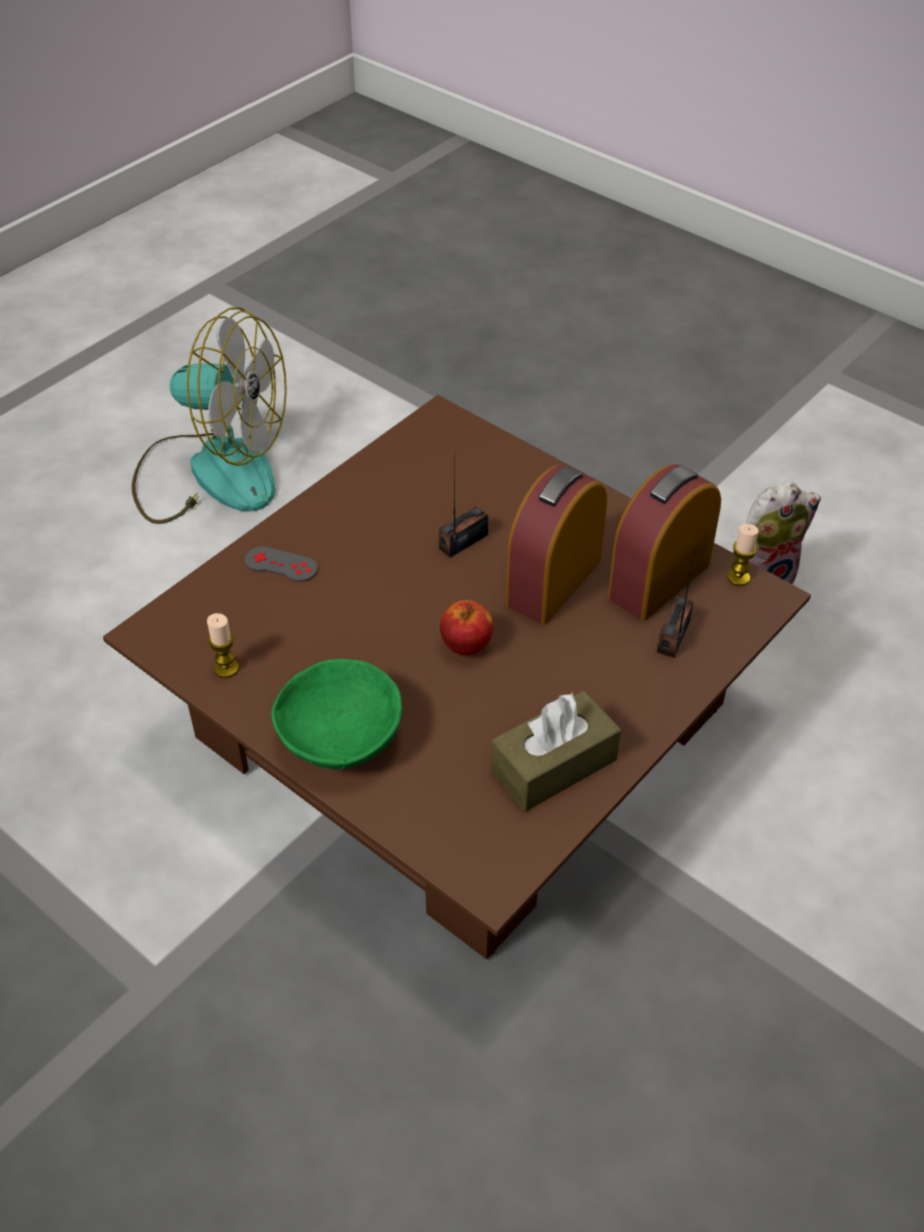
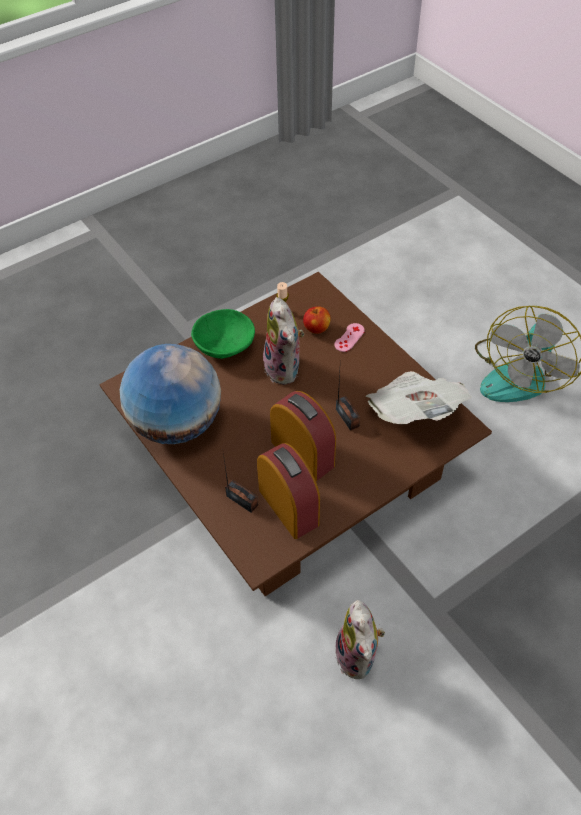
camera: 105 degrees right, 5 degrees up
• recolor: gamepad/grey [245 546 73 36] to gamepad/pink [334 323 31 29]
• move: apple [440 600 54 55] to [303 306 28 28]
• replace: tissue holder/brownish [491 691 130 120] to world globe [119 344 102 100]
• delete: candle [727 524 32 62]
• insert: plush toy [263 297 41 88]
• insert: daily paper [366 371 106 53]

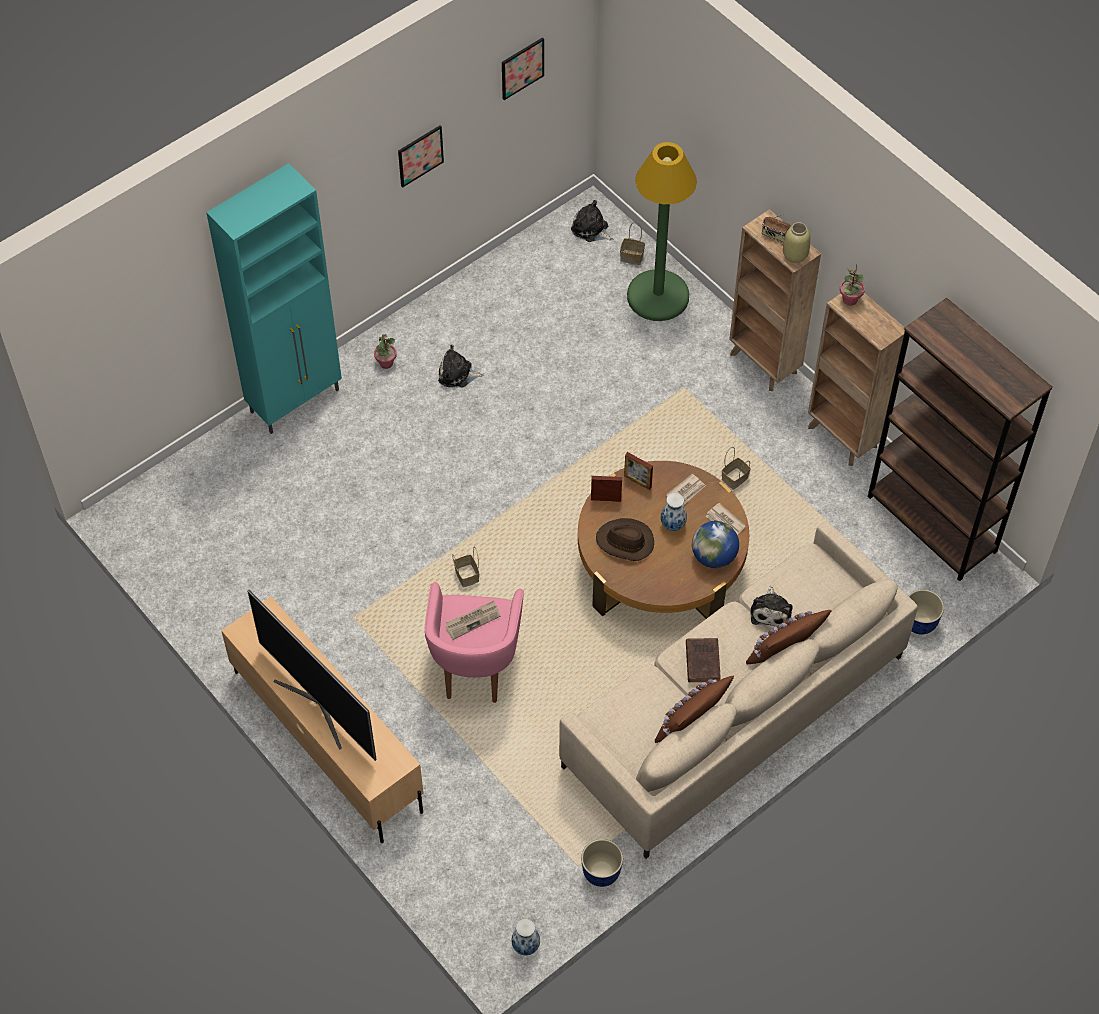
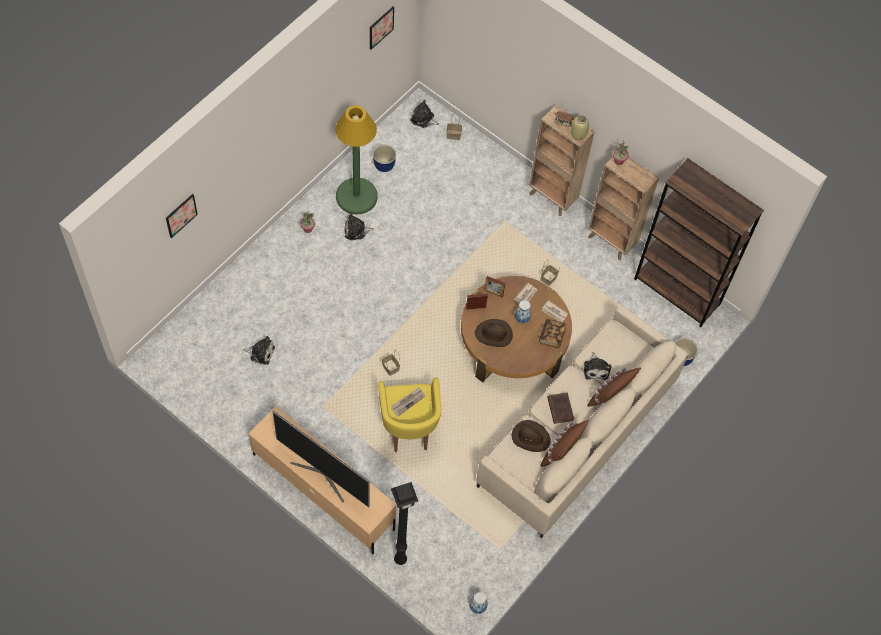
camera: 15 degrees left, 5 degrees up
• delete: storage cabinet/turquoise-coloured [206 163 136 271]
• move: wall art [398 125 46 62] to [166 194 32 44]
• recolor: easy chair/pink [425 582 99 121] to easy chair/yellowish [378 377 63 75]
• move: plant pot [581 839 42 48] to [373 145 23 27]
• move: standing lamp/green [627 142 70 179] to [335 105 43 110]
• replace: world globe [692 521 47 47] to volume [539 319 27 29]
• insert: plush toy [243 336 32 29]
• insert: standing lamp/black [391 482 27 83]
• insert: clothing hat/brownish [512 420 39 32]

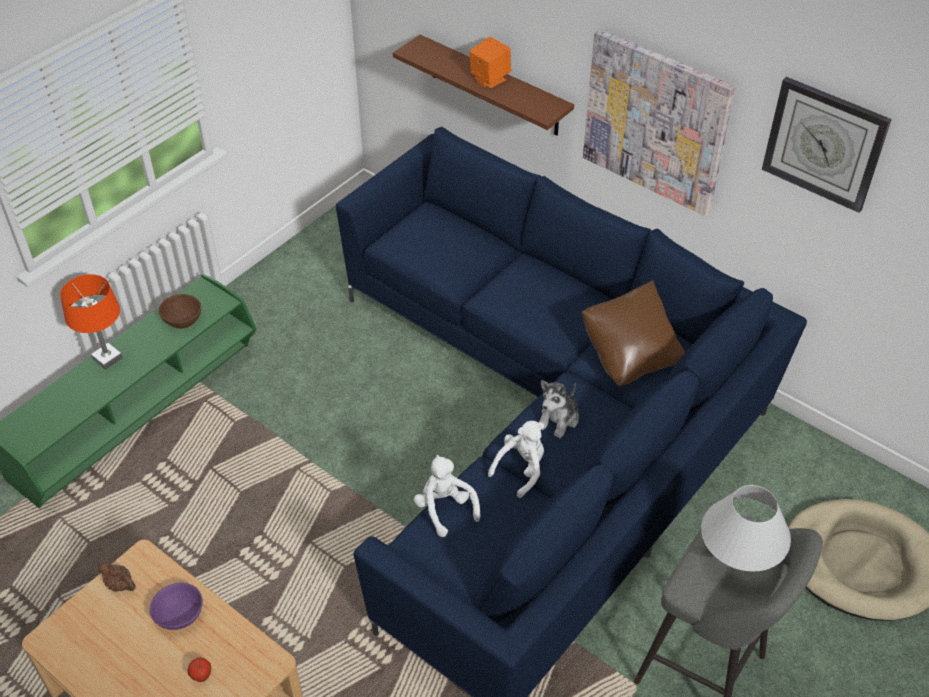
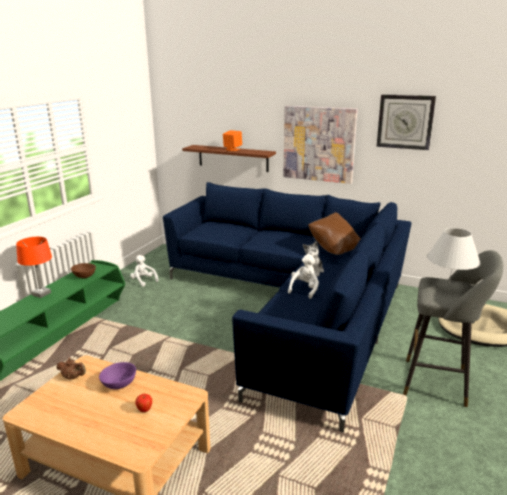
camera: 15 degrees left, 25 degrees down
• move: plush toy/whitish [414 455 67 82] to [130 255 28 32]

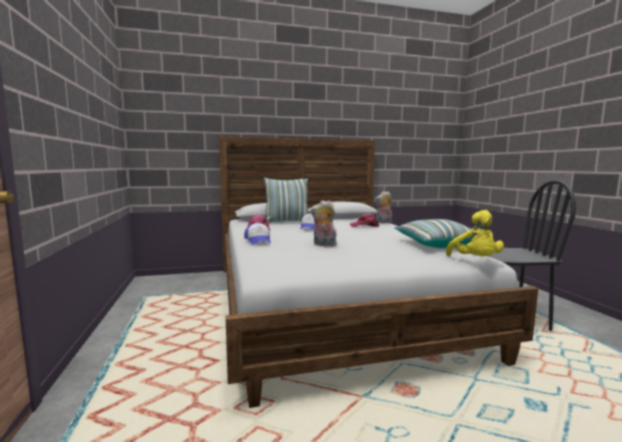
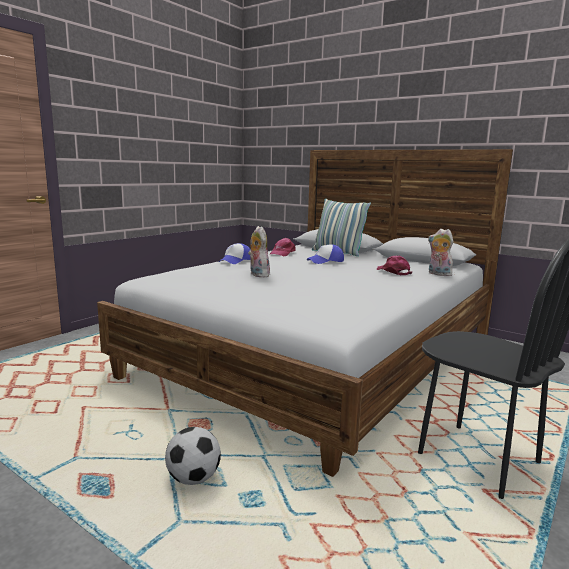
camera: 50 degrees right, 5 degrees up
• delete: pillow [394 219 78 29]
• delete: plush toy/yellowish [446 210 58 46]
• insert: ball for football [165 427 56 58]

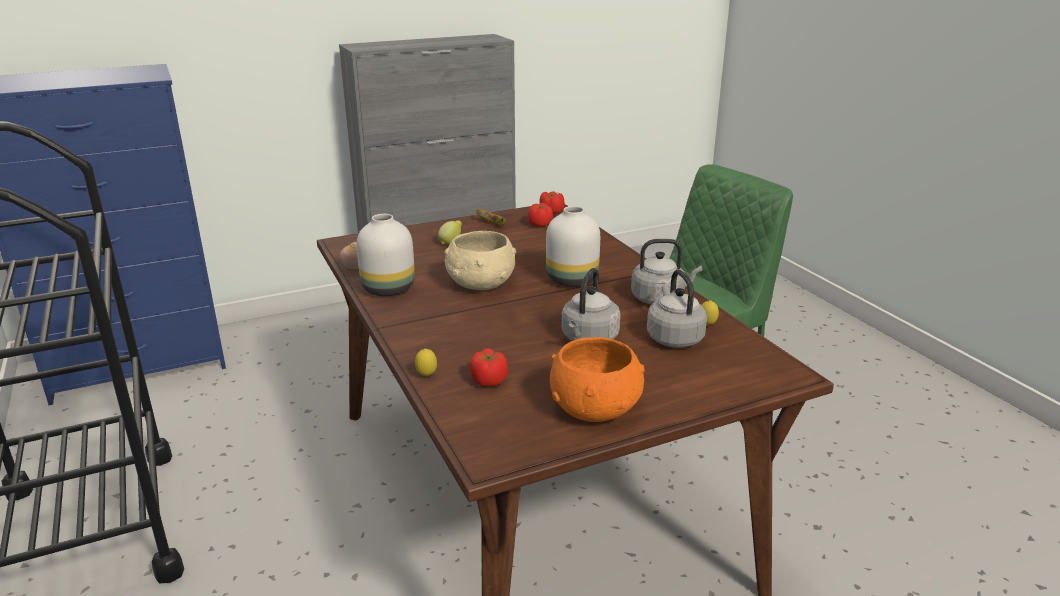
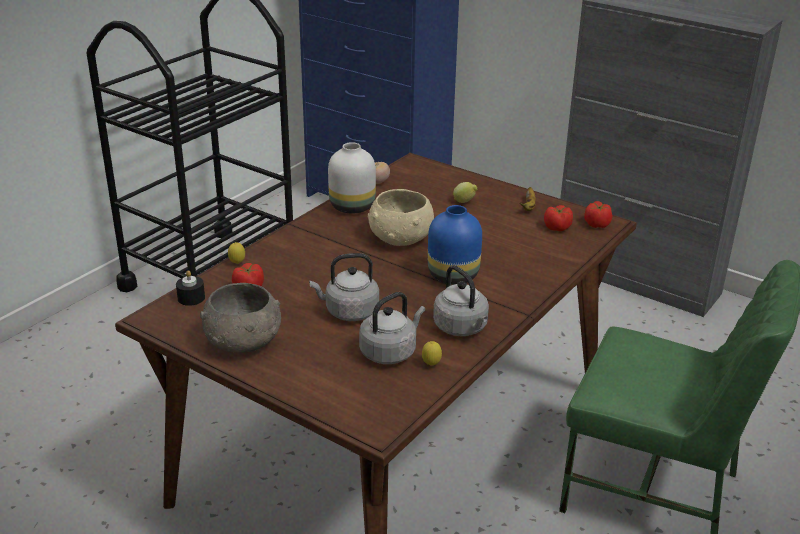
camera: 60 degrees right, 5 degrees up
• recolor: vase/whitish [546 206 54 81] to vase/blue-coloured [428 205 54 80]
• recolor: serving bowl/orange-coloured [550 337 94 85] to serving bowl/grey [200 283 81 70]
• insert: candle/black [176 270 29 36]

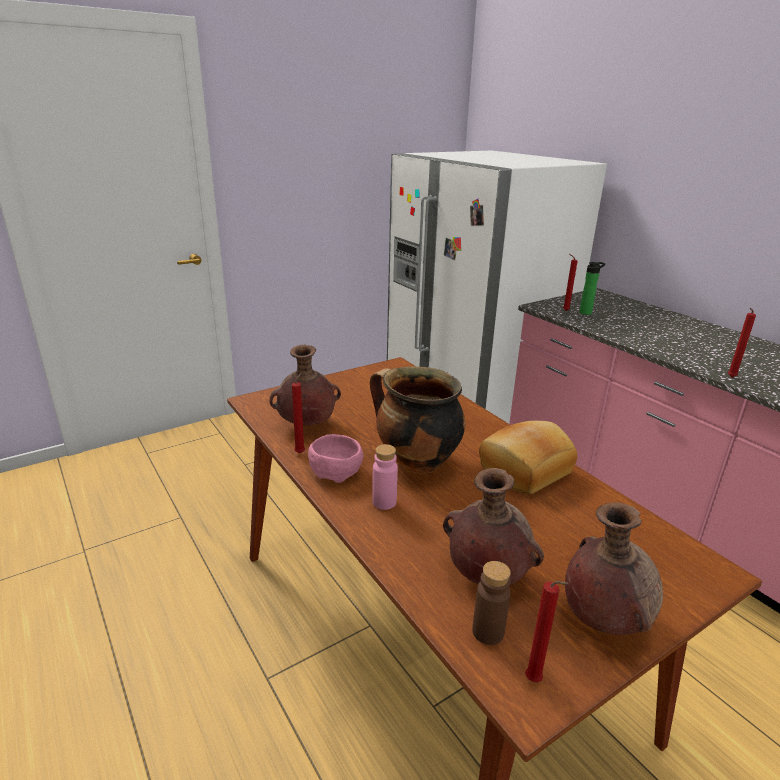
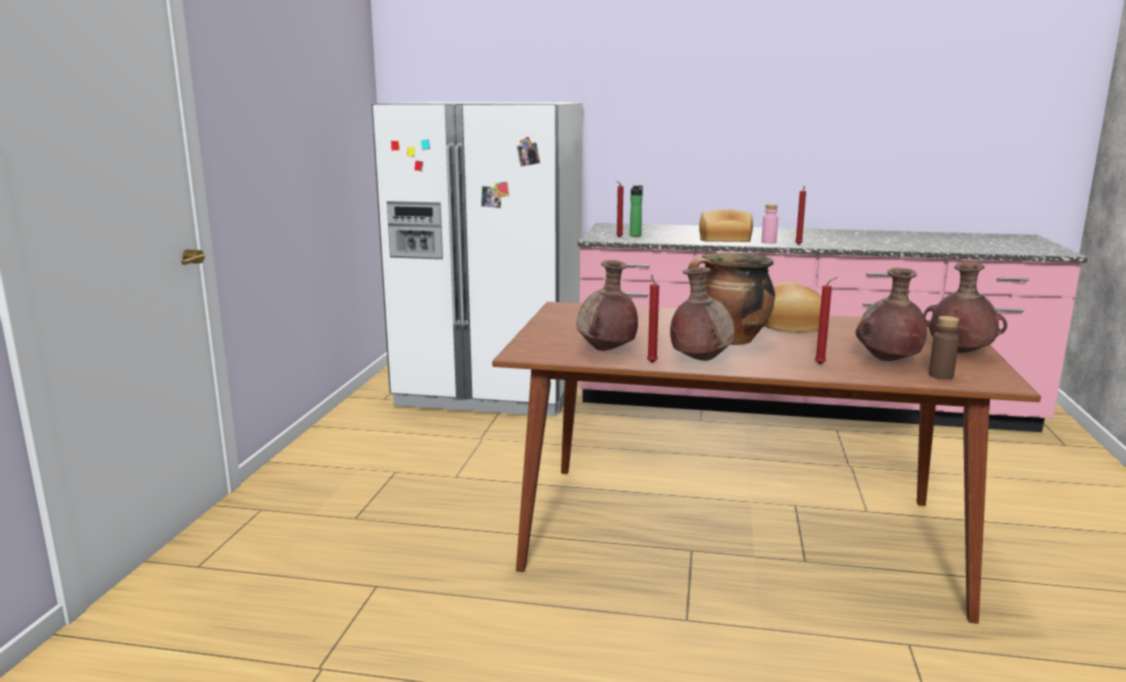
camera: 45 degrees left, 10 degrees down
• replace: serving bowl/pink [308 434 55 49] to vase/brownish [670 267 65 94]
• move: beverage bottle/pink [372 444 26 66] to [762 204 16 40]
• move: candle/red-coloured [525 581 44 101] to [815 277 23 87]
• insert: bakery bread [699 209 54 33]

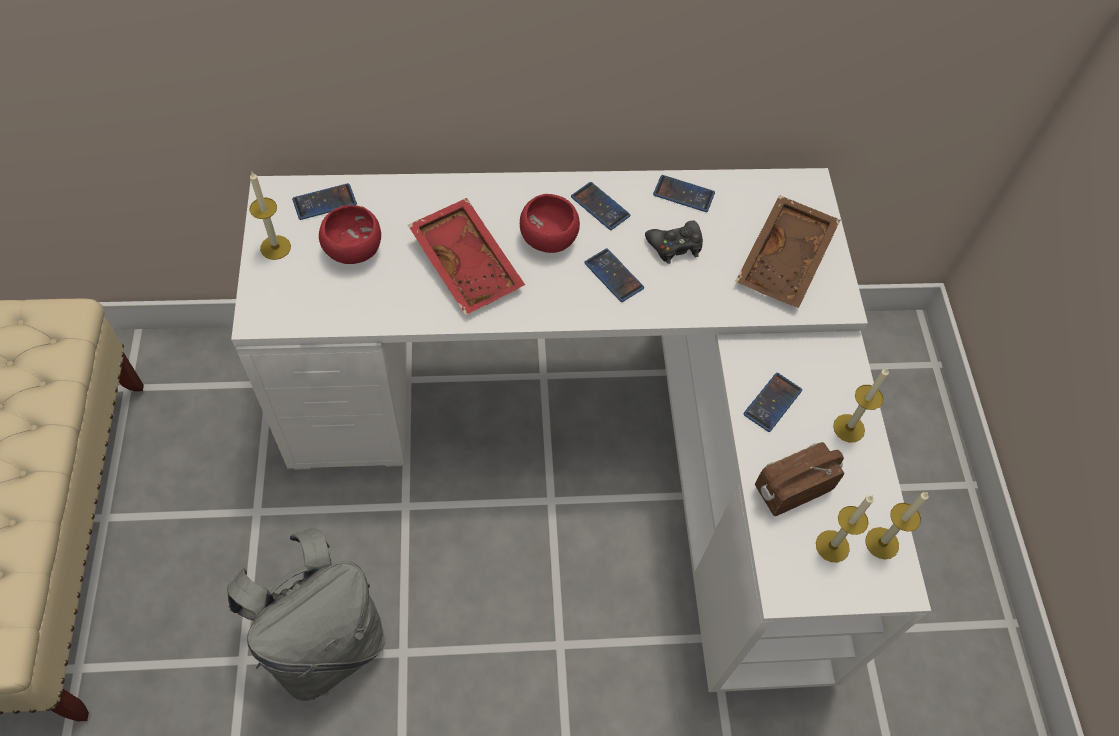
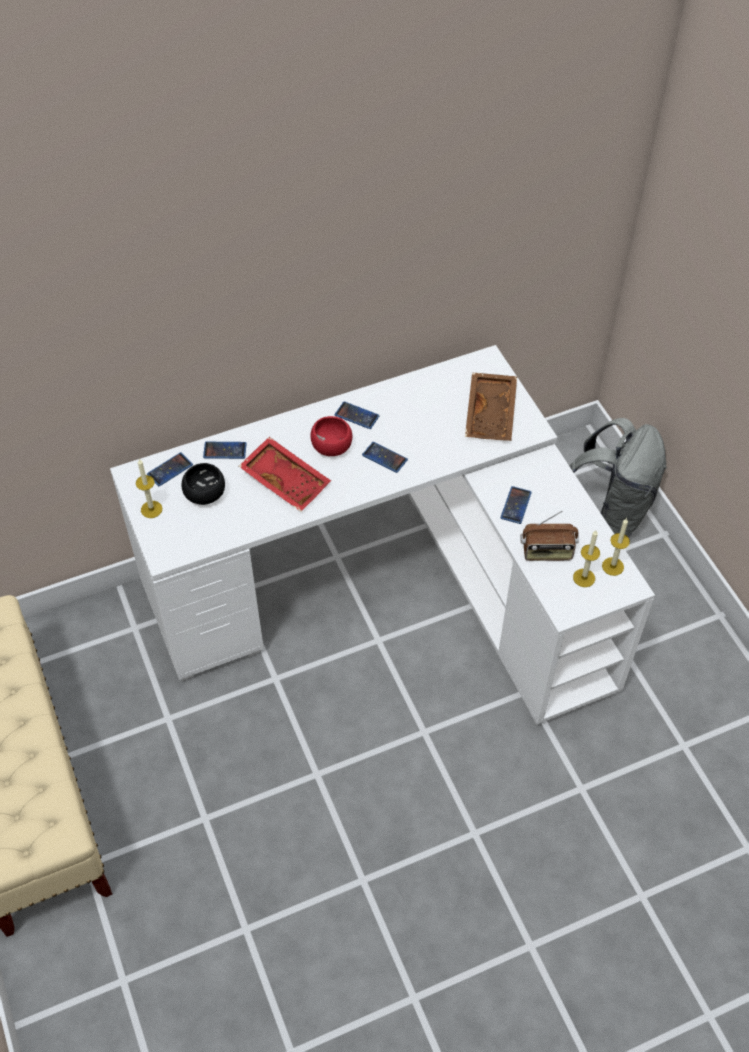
camera: 15 degrees left, 5 degrees down
• move: rucksack/grey [227 528 158 173] to [570 418 97 119]
• recolor: serving bowl/red-coloured [319 205 62 59] to serving bowl/black [181 463 44 42]
• delete: gamepad/black [645 221 58 43]
• move: phone [653 175 62 37] to [203 442 44 17]
• rotate: radio set [755 442 89 74] = [520 511 59 50] 135 degrees counterclockwise
• delete: candle [833 368 56 74]

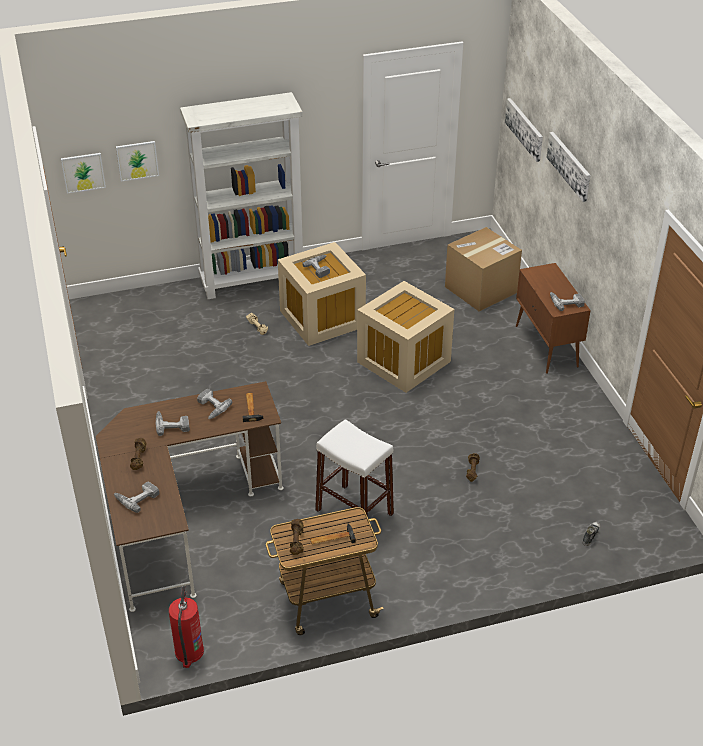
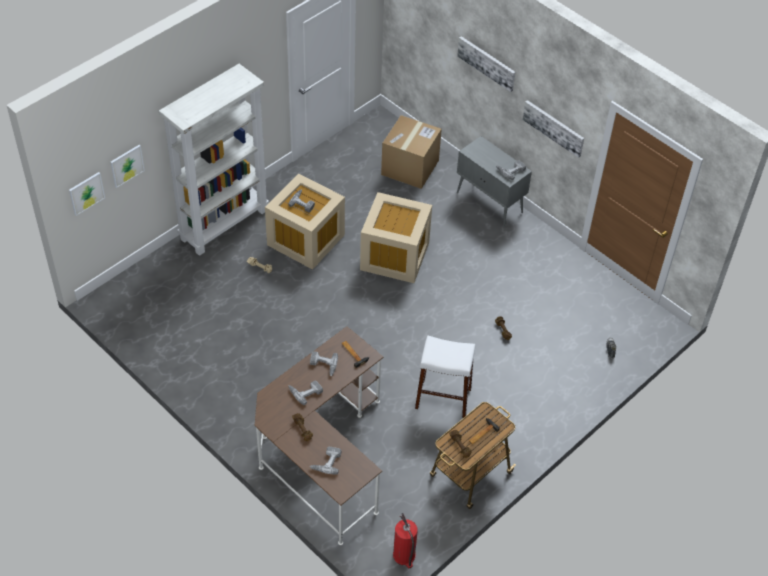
camera: 30 degrees left, 10 degrees up
• move: wall art [505 98 38 64] to [523 100 61 58]
• recolor: storage cabinet/brownish [516 263 75 111] to storage cabinet/grey [457 136 75 91]

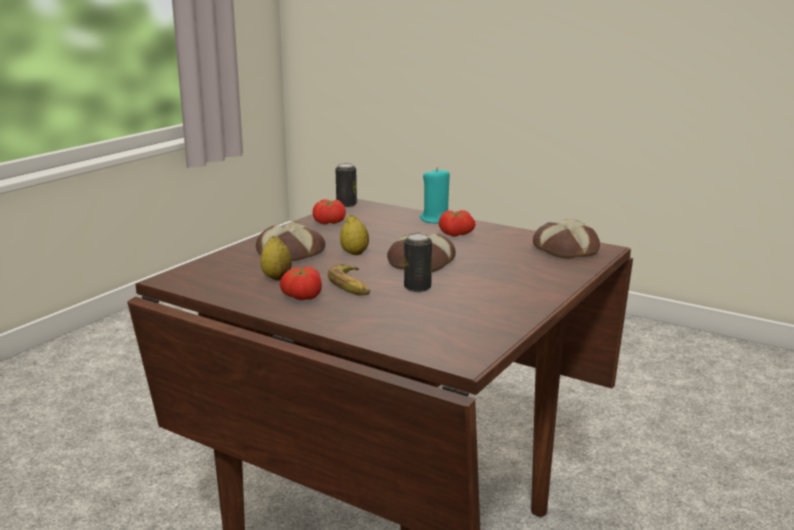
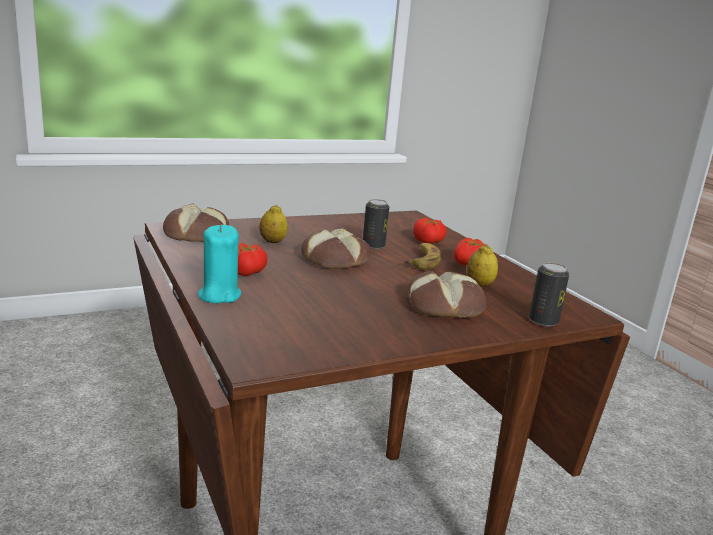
camera: 150 degrees left, 0 degrees up
• move: whole tomato [312 199 34 26] to [413 218 34 26]
• move: sealed can [335 163 22 44] to [529 263 40 64]
• move: whole lemon [340 215 29 40] to [259 205 29 38]

